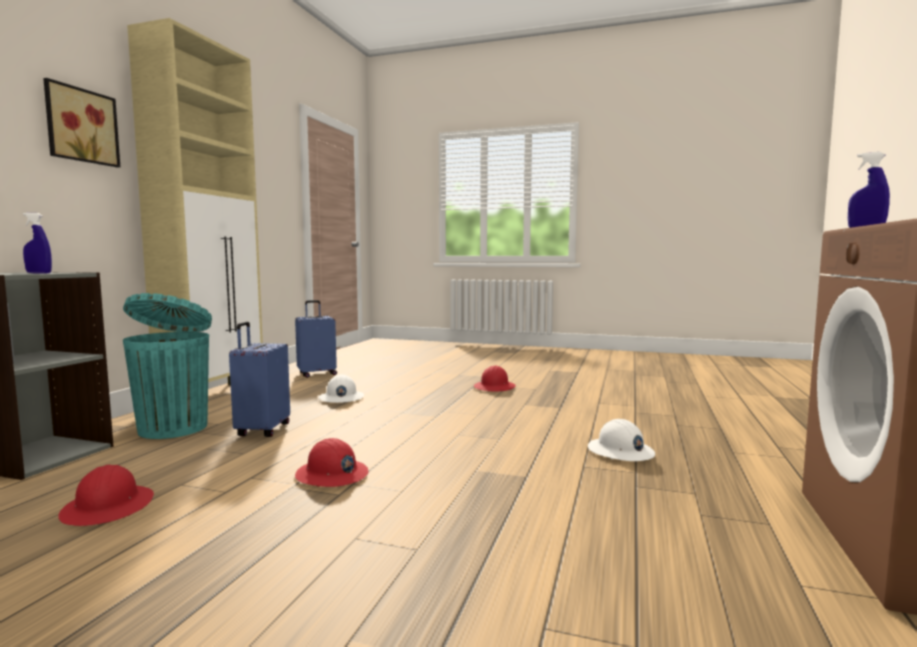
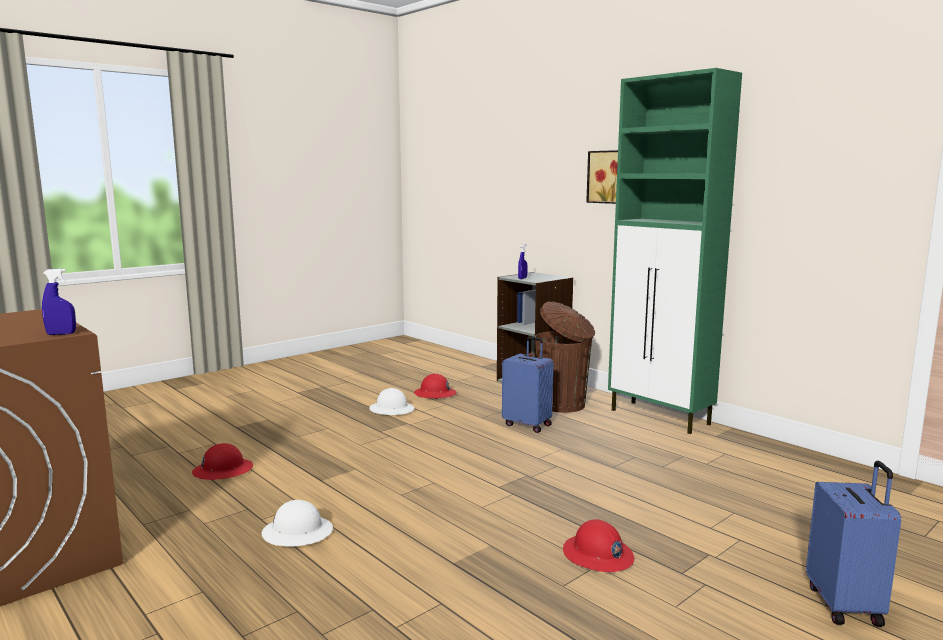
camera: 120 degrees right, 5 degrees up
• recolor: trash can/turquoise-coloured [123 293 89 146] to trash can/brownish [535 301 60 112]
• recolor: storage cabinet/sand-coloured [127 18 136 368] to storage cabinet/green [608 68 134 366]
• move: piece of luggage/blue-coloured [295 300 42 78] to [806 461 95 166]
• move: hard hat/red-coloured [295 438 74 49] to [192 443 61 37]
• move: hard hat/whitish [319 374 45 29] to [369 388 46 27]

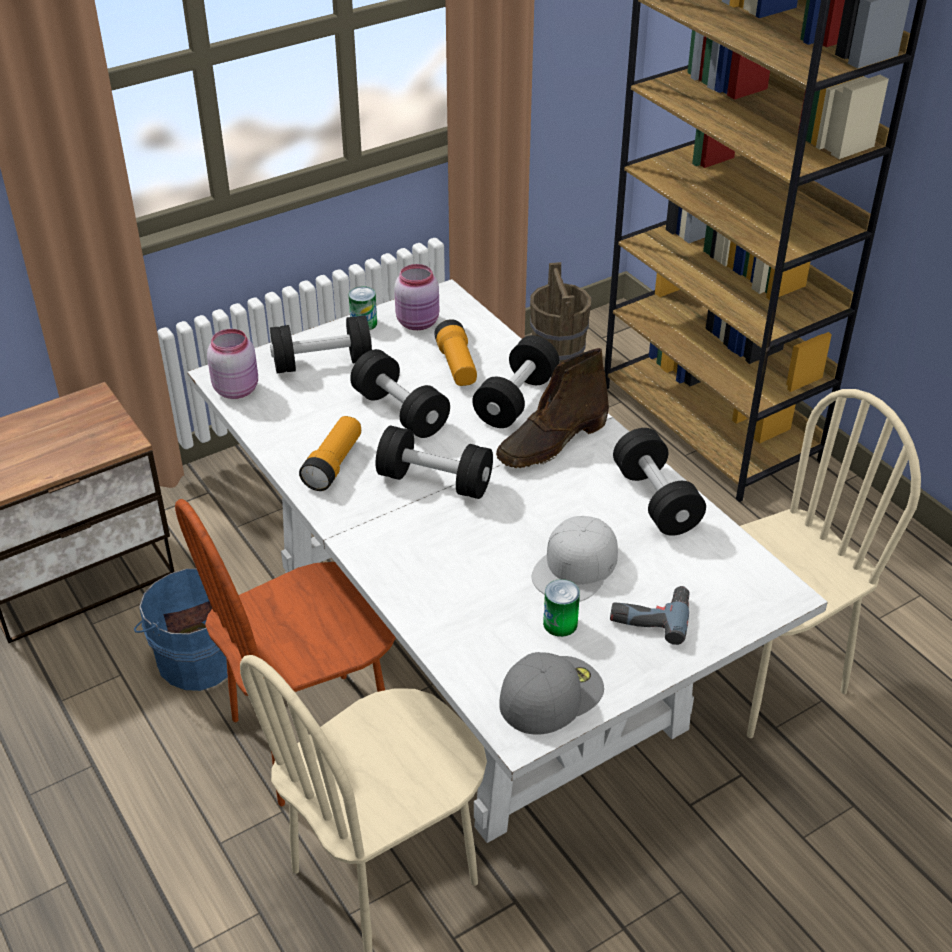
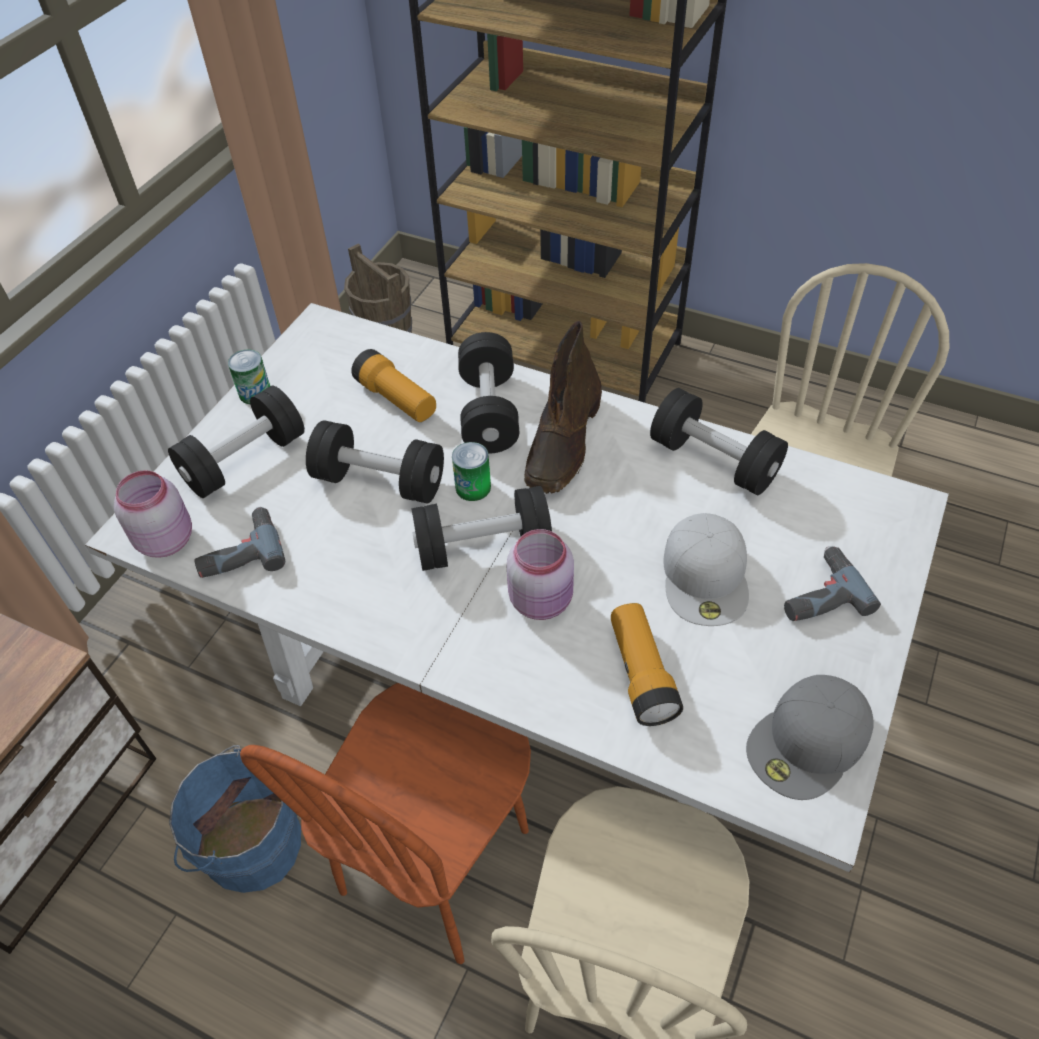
camera: 30 degrees left, 10 degrees up
• move: flashlight [299 416 62 75] to [611 603 72 123]
• move: storage jar/pink [394 264 45 66] to [507 529 67 91]
• rotate: cap/grey [499 652 105 83] = [746 675 128 125] 150 degrees counterclockwise
• move: sealed can [543 579 37 58] to [452 442 39 59]
• insert: power drill [194 507 91 71]

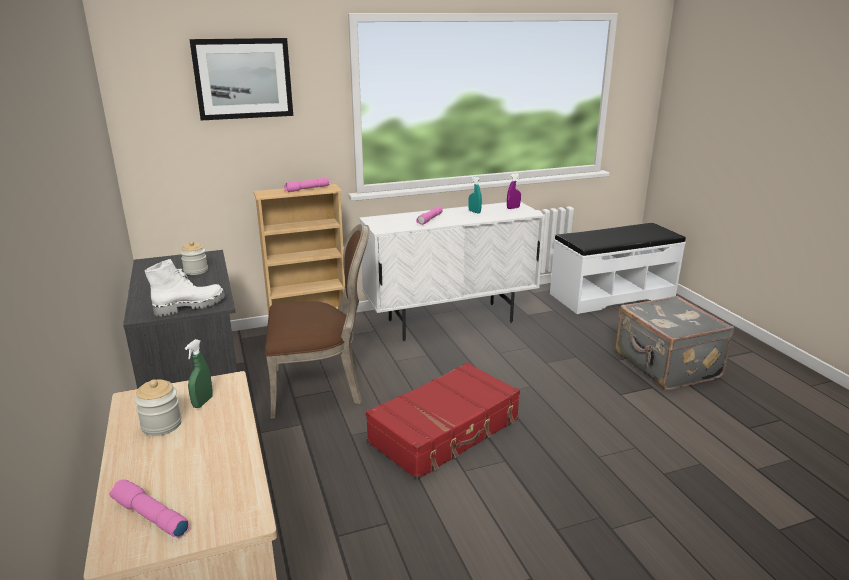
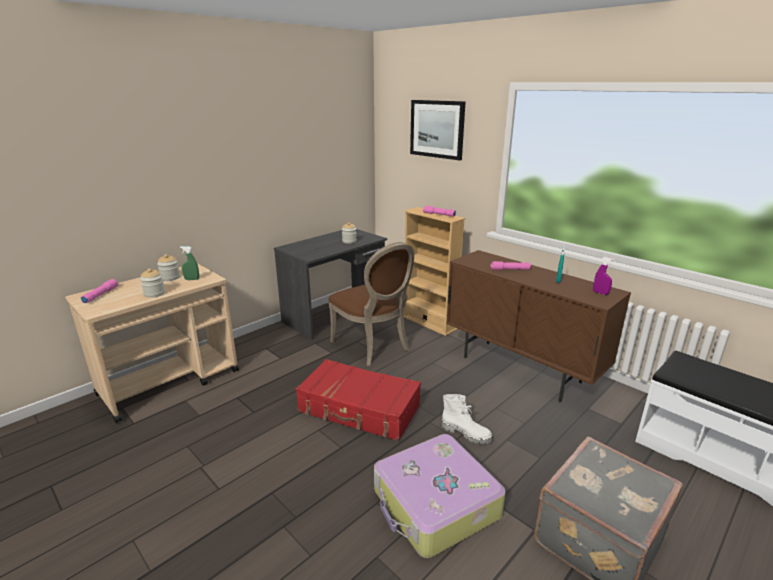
camera: 65 degrees right, 0 degrees up
• move: boot/whitish [145 259 80 58] to [442 394 51 50]
• recolor: storage cabinet/whitish [359 202 186 139] to storage cabinet/brownish [446 250 185 153]
• insert: storage jar [140 269 25 29]
• insert: piece of luggage [374 434 132 124]

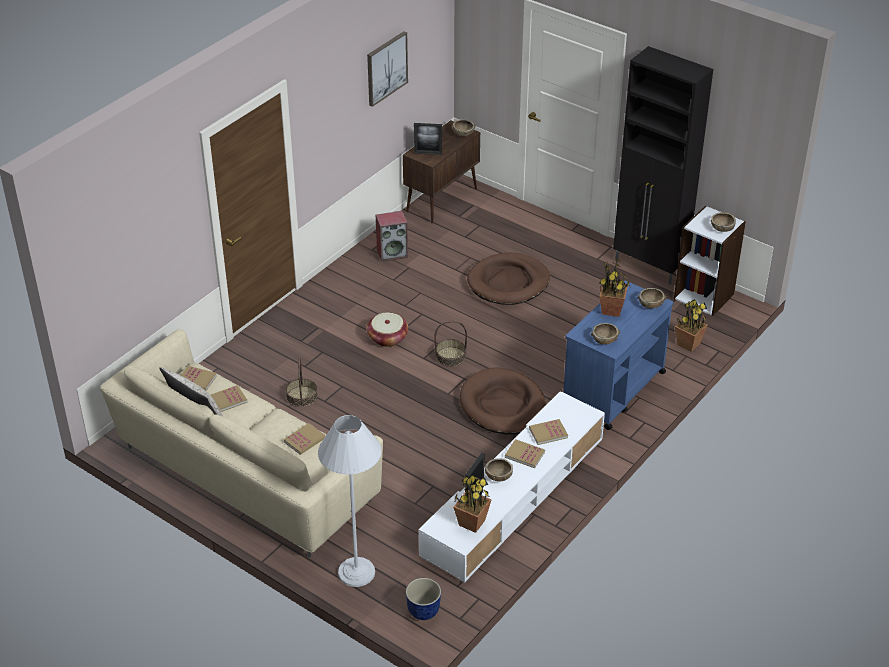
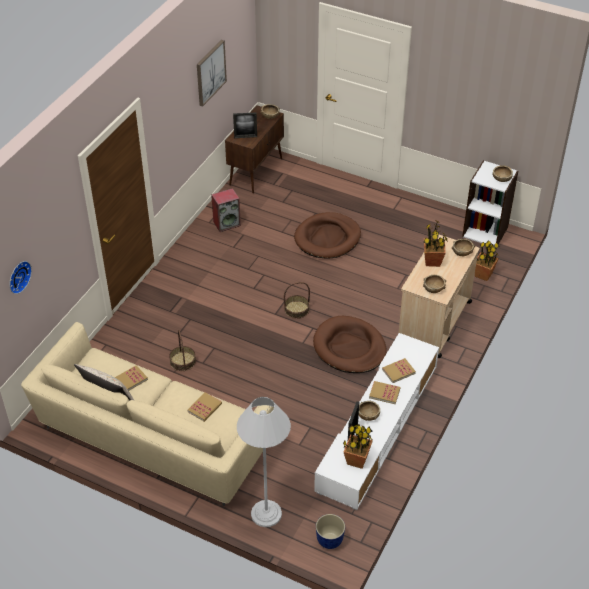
camera: 10 degrees left, 5 degrees up
• delete: volume [181 366 36 25]
• delete: storage basket [367 313 41 34]
• recolor: trolley/blue-coloured [563 280 111 150] to trolley/sand-coloured [398 235 82 123]
• delete: storage cabinet/black [613 46 100 238]
• insert: hanging clock [9 261 23 33]

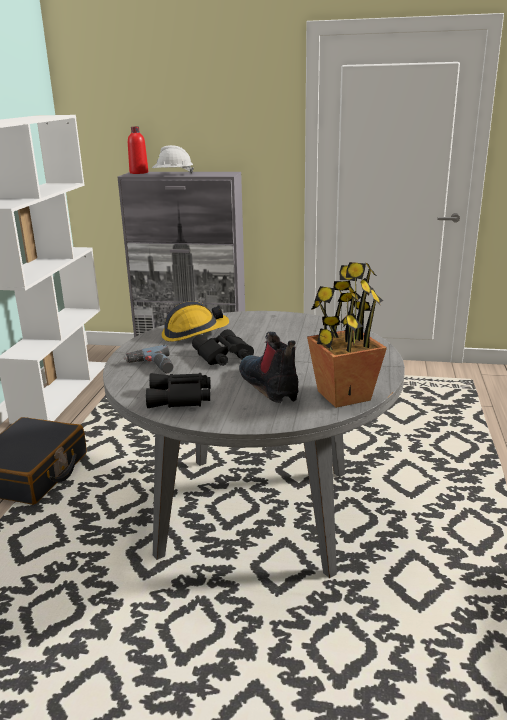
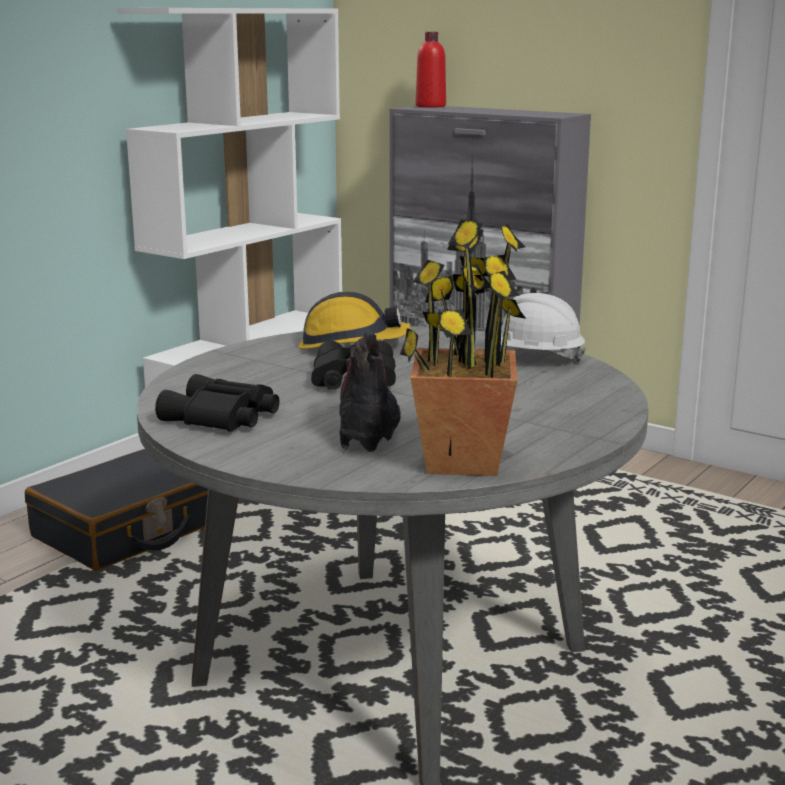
camera: 25 degrees right, 5 degrees down
• delete: power drill [124 345 50 28]
• move: hard hat/whitish [152 145 42 29] to [501 293 86 70]

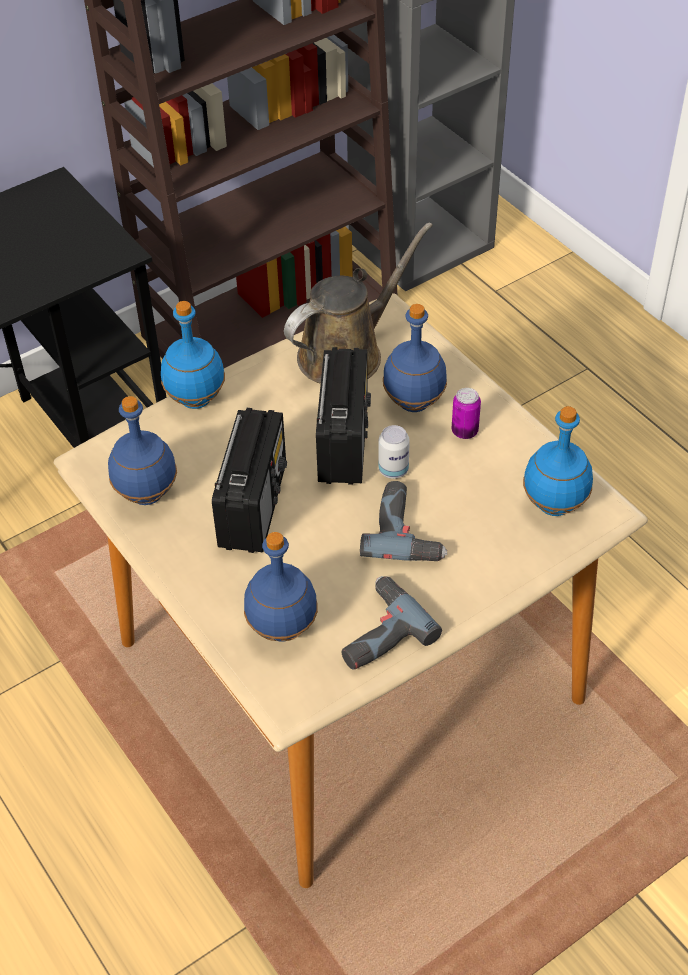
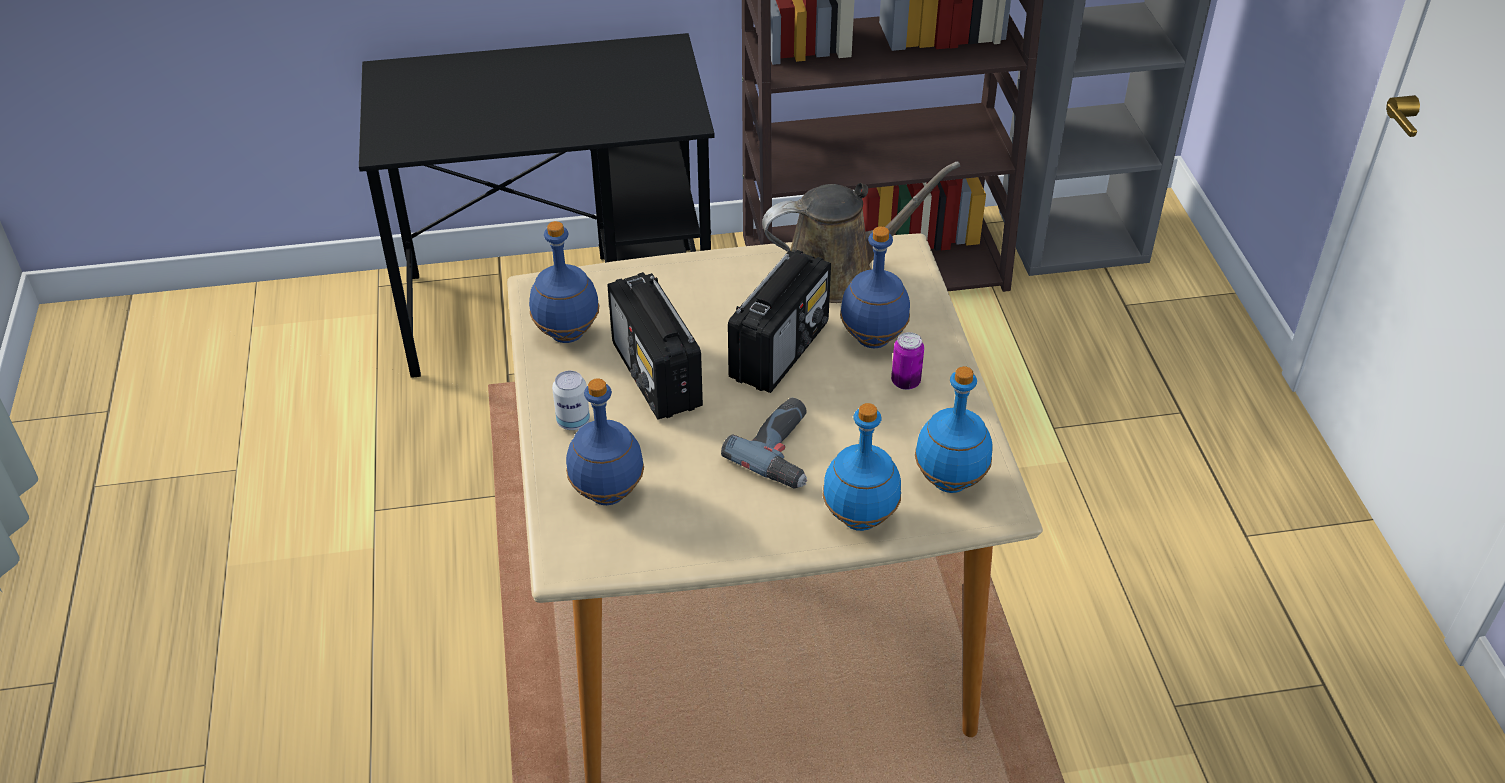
camera: 25 degrees right, 5 degrees down
• move: beverage bottle/blue-coloured [161 301 64 108] to [822 403 79 128]
• rotate: radio set [212 408 75 145] = [607 272 96 148] 120 degrees clockwise
• delete: power drill [341 576 101 94]
• move: sealed can [378 425 32 54] to [552 371 38 59]

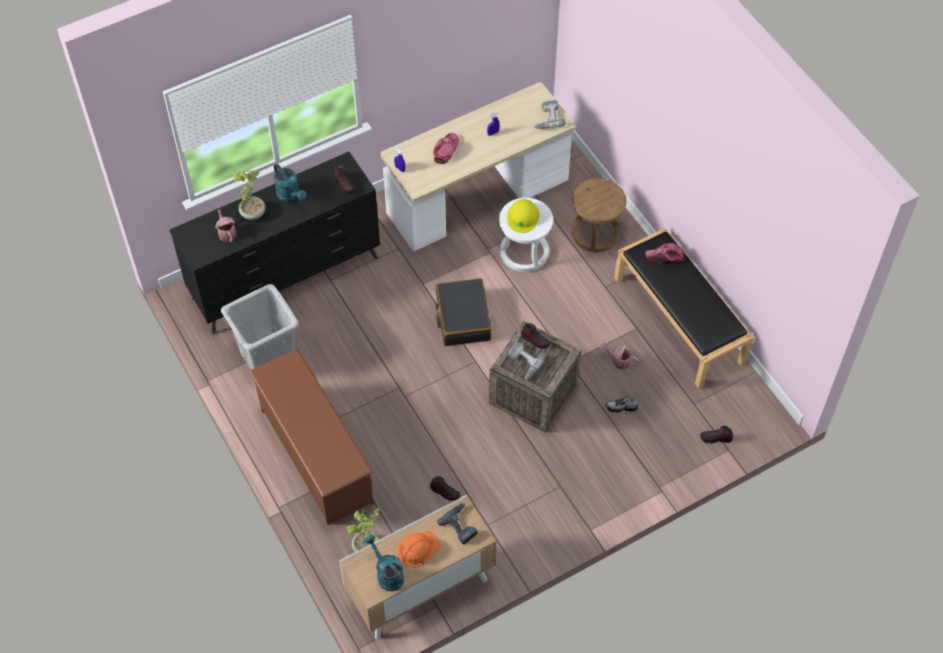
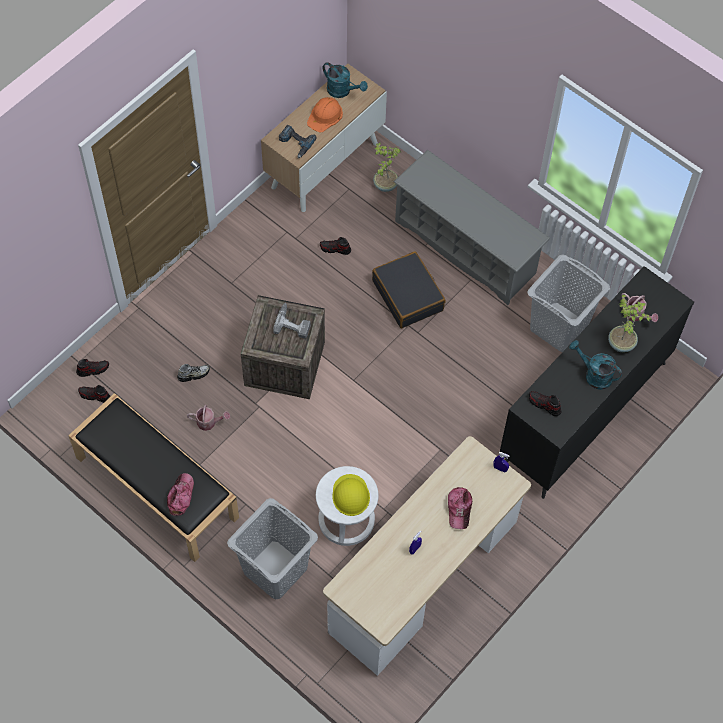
camera: 160 degrees right, 5 degrees up
• recolor: shoe shelf/brownish [249 348 124 177] to shoe shelf/grey [394 150 156 155]
• move: piece of luggage/black [435 278 57 68] to [372 251 74 77]
• move: item of footwear [521 323 29 26] to [78 385 33 18]
• delete: power drill [535 100 31 29]
• replace: stool/brownish [572 178 54 74] to laundry basket/grey [227 498 91 101]
• rotate: cap [645 243 40 21] = [167 473 27 43] 60 degrees counterclockwise

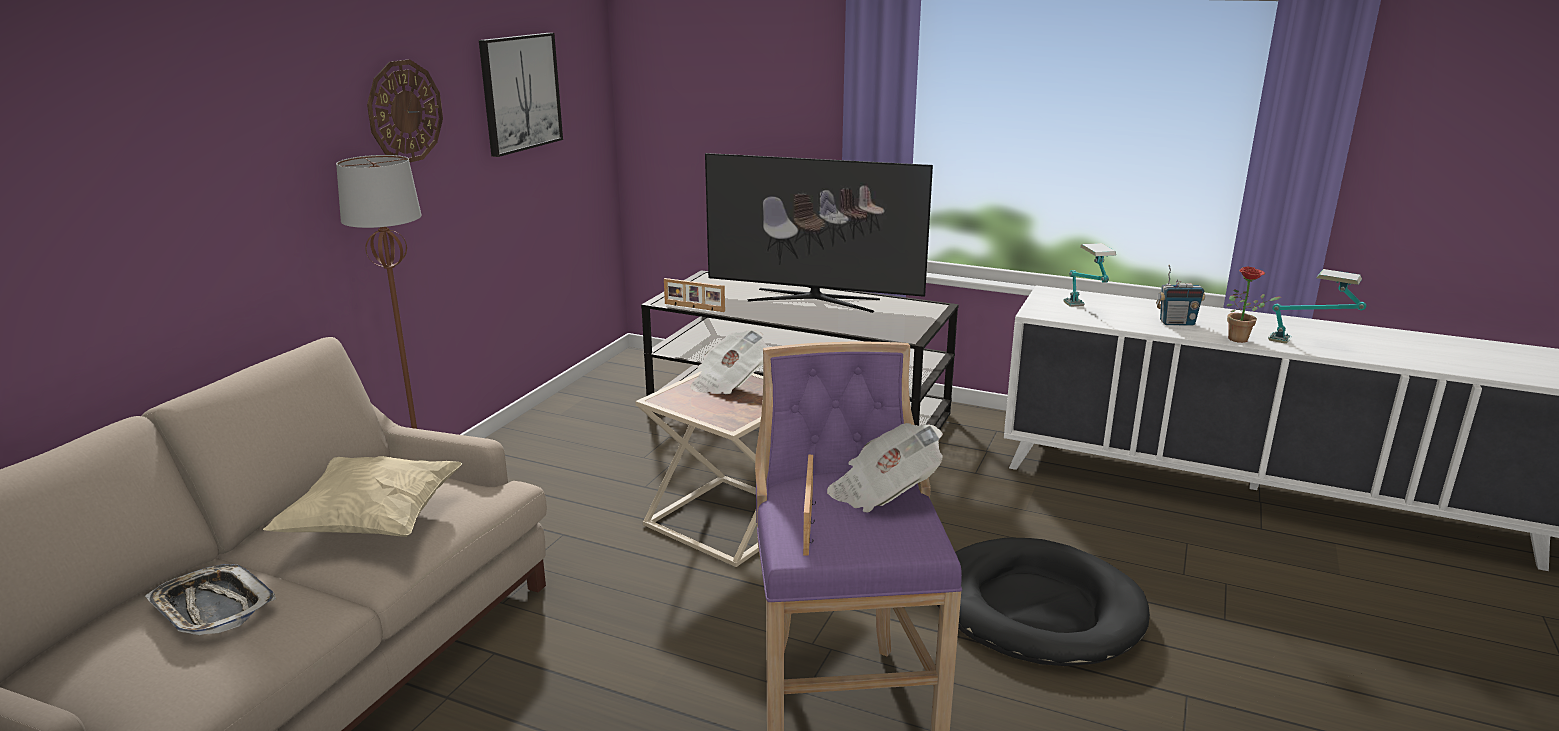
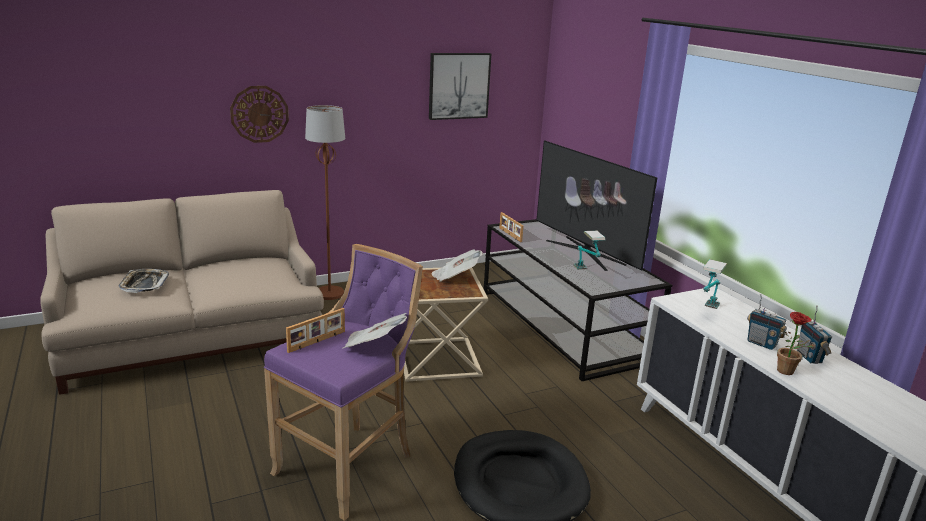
camera: 40 degrees right, 0 degrees up
• delete: pillow/sand-coloured [263 456 199 81]
• move: hanging clock [367 59 76 103] to [230 86 59 57]
• move: tabletop lamp [1268 269 98 75] to [574 231 32 38]
• insert: radio set [797 306 35 58]

